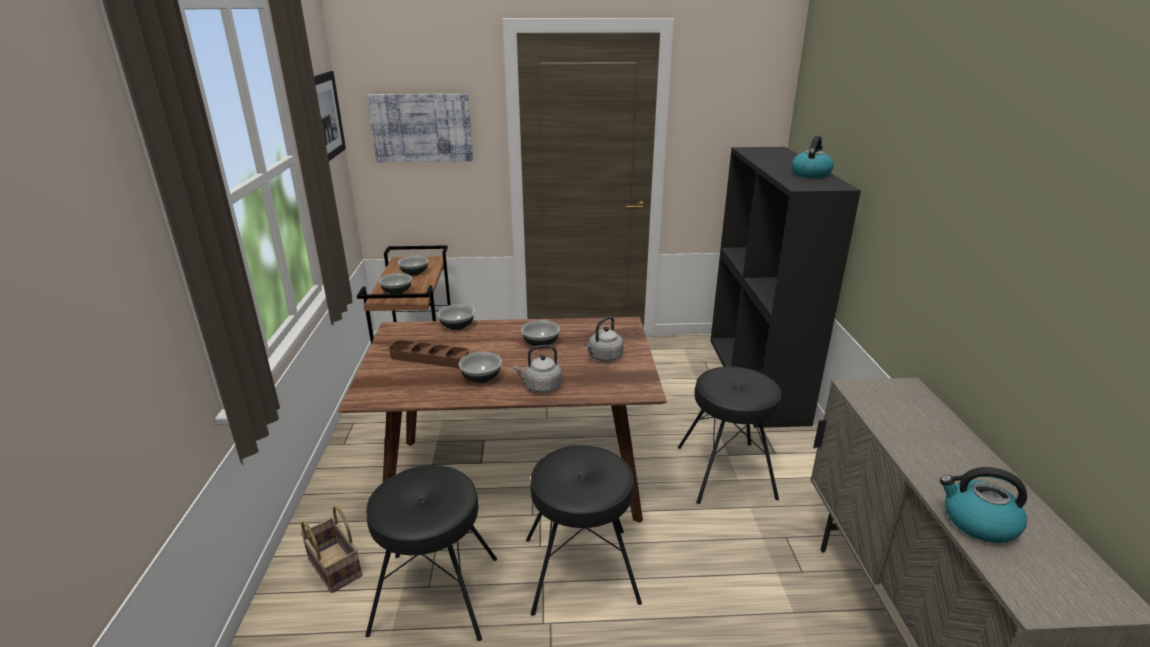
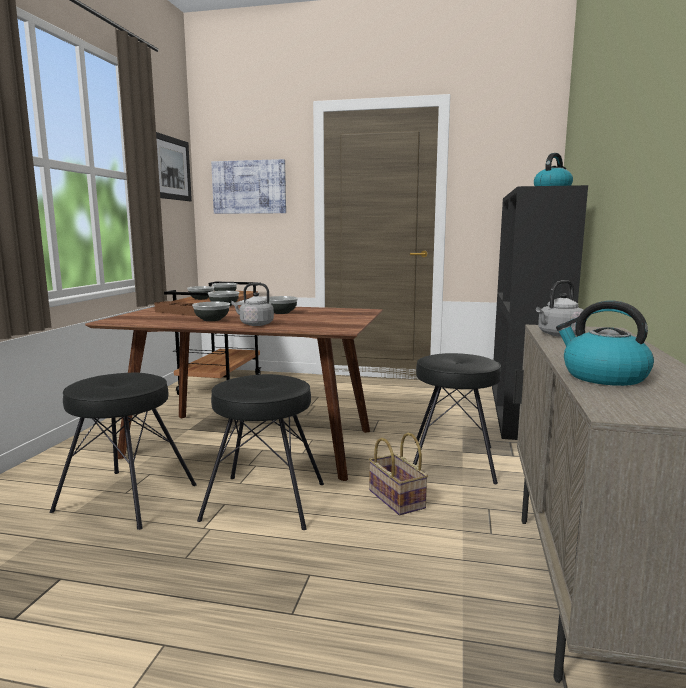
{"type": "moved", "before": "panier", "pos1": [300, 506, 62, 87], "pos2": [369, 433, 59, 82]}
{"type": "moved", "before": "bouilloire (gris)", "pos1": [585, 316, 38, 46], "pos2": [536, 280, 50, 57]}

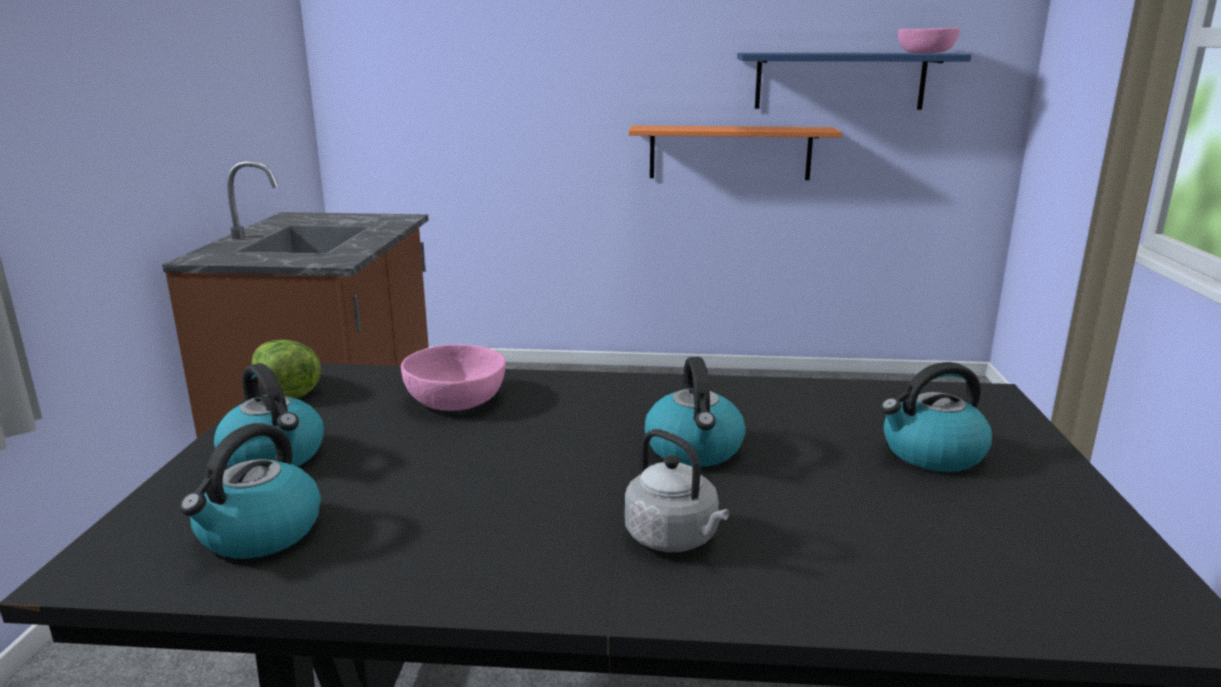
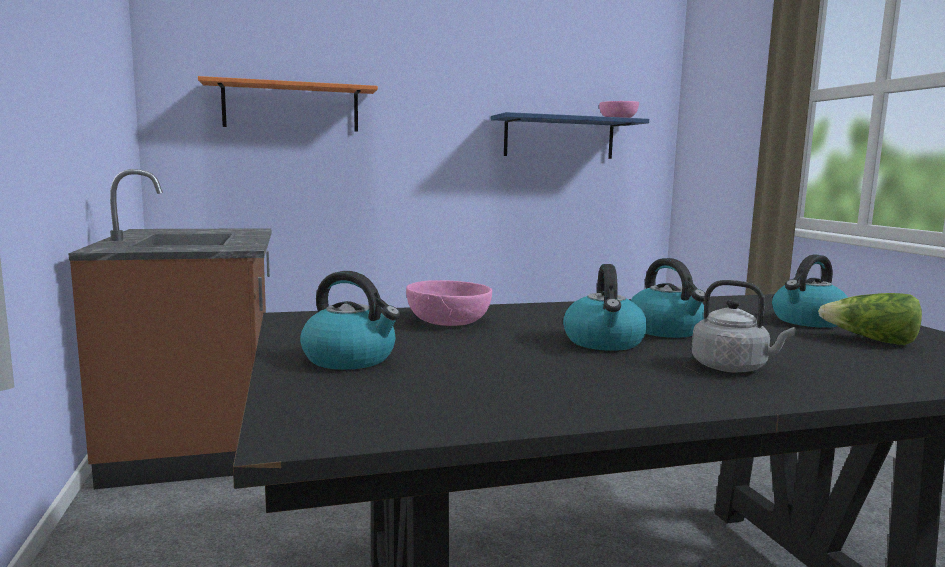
{"type": "moved", "before": "bouilloire", "pos1": [180, 423, 141, 136], "pos2": [563, 264, 85, 87]}
{"type": "moved", "before": "laitue", "pos1": [251, 340, 70, 59], "pos2": [818, 293, 104, 52]}
{"type": "moved", "before": "étagère (orange)", "pos1": [628, 126, 214, 54], "pos2": [198, 76, 180, 56]}

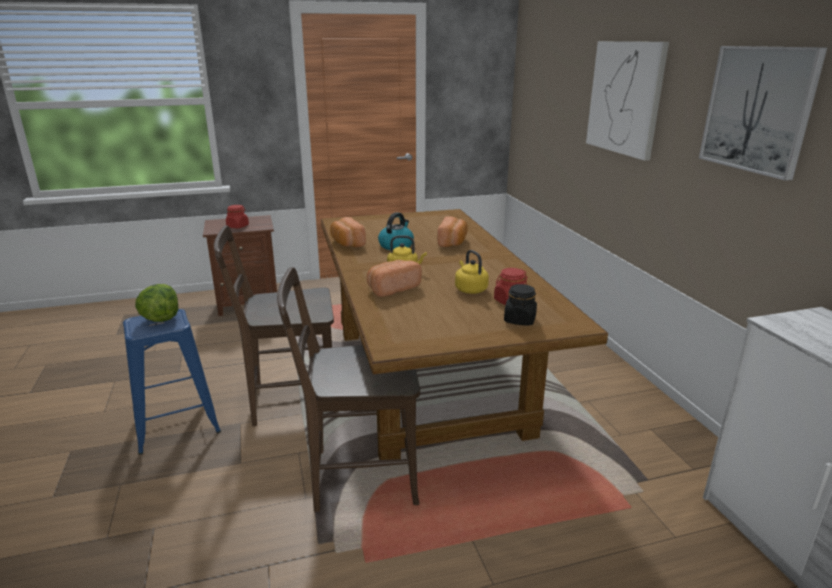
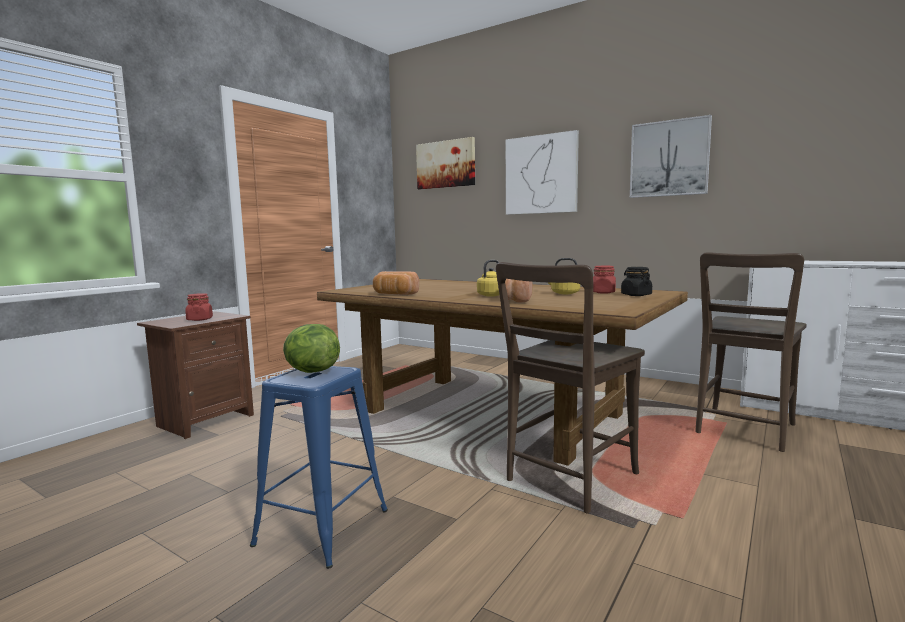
{"type": "removed", "before": "bouilloire", "pos1": [378, 212, 36, 38]}
{"type": "removed", "before": "pain", "pos1": [437, 216, 31, 31]}
{"type": "added", "after": "tableau", "pos2": [416, 137, 59, 52]}
{"type": "moved", "before": "chaise (marron)", "pos1": [214, 226, 124, 200], "pos2": [695, 252, 112, 200]}

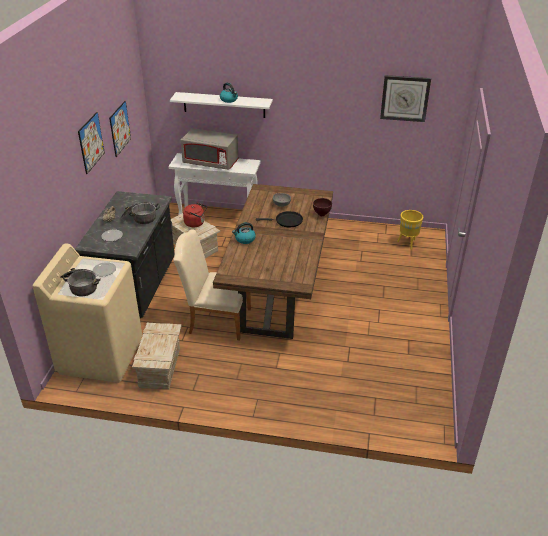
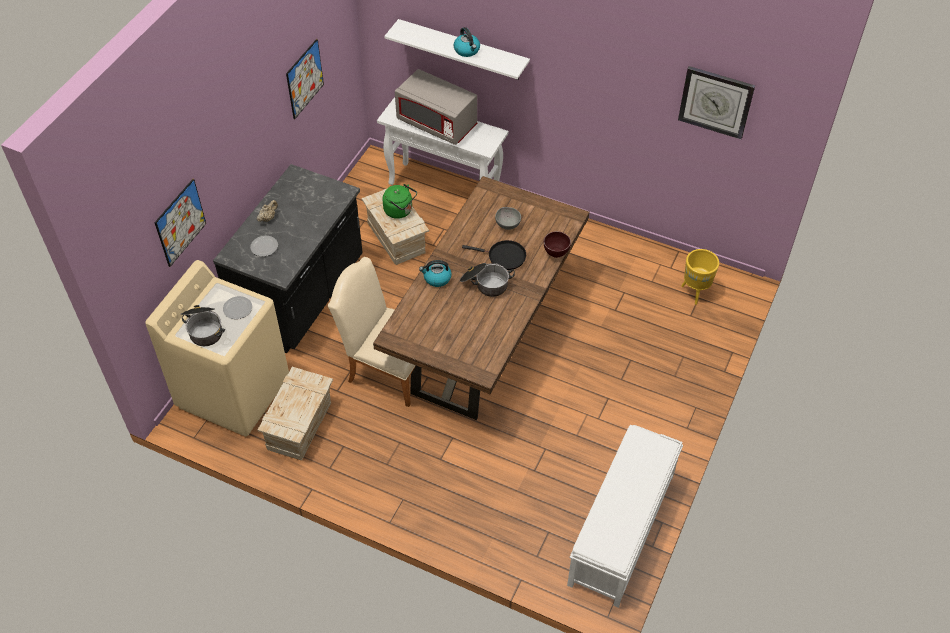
{"type": "added", "after": "banc (blanc)", "pos2": [567, 425, 116, 183]}
{"type": "moved", "before": "tableau", "pos1": [78, 112, 27, 62], "pos2": [154, 179, 52, 88]}
{"type": "moved", "before": "marmite", "pos1": [121, 202, 39, 22], "pos2": [460, 263, 55, 34]}
{"type": "recoloured", "before": "bouilloire (rouge)", "after": "bouilloire (vert)", "pos1": [183, 203, 24, 24], "pos2": [383, 184, 34, 35]}

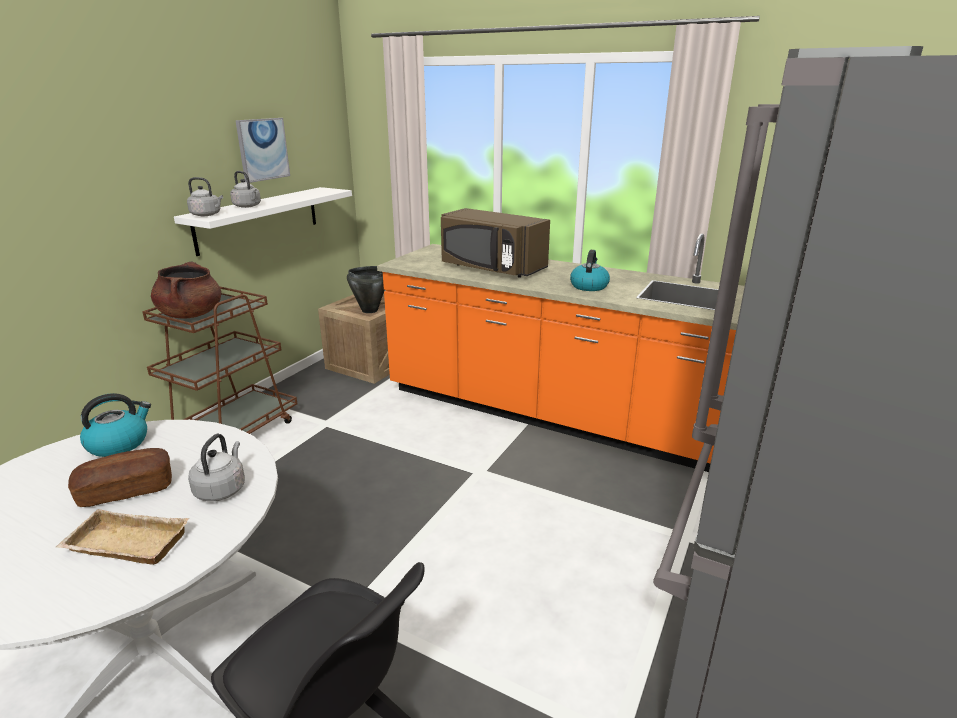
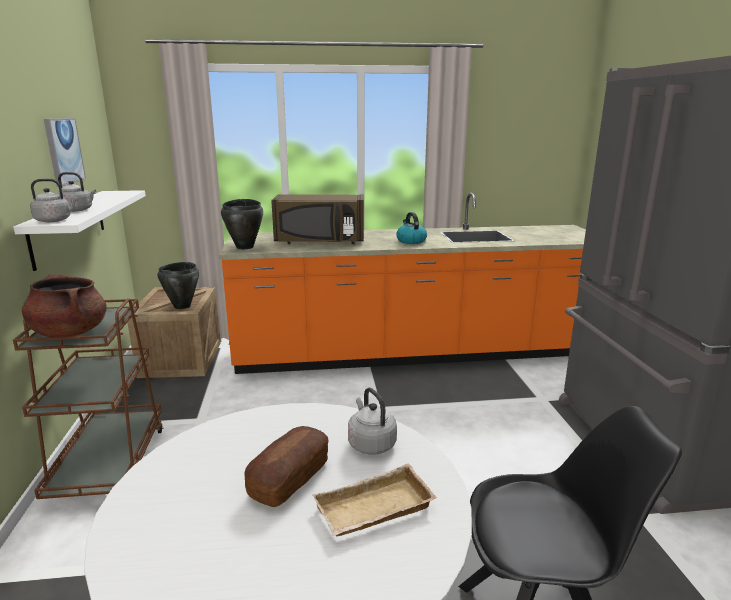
{"type": "removed", "before": "bouilloire", "pos1": [80, 393, 71, 64]}
{"type": "added", "after": "marmite (noir)", "pos2": [221, 199, 42, 50]}

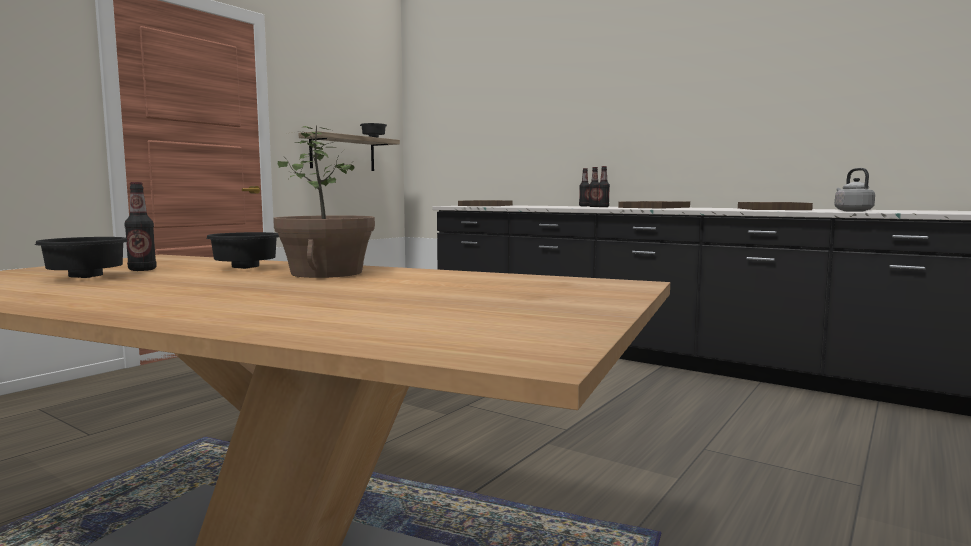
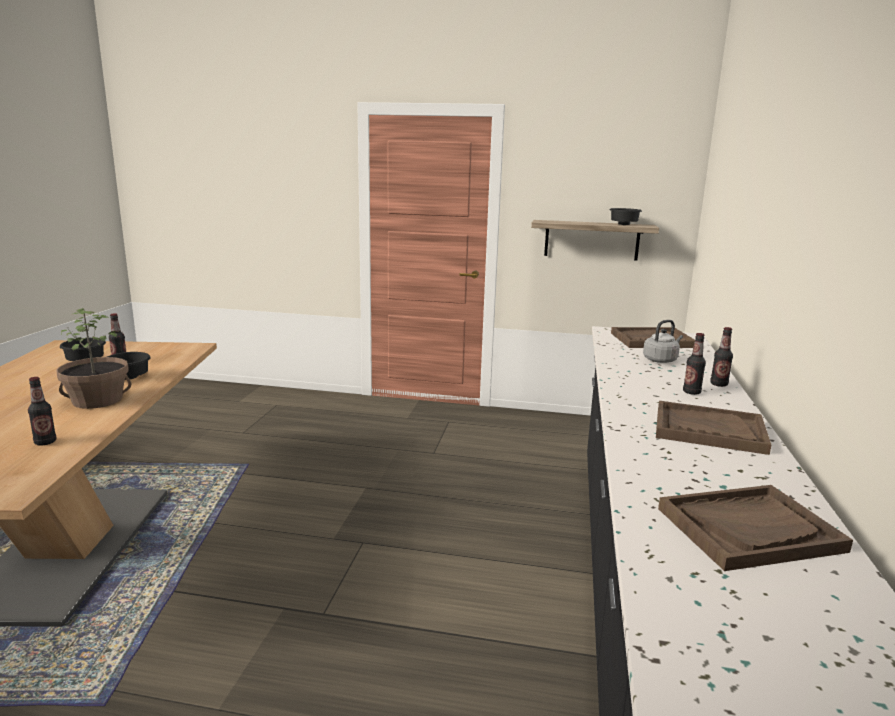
{"type": "moved", "before": "bouteille", "pos1": [597, 166, 13, 41], "pos2": [28, 377, 28, 69]}
{"type": "moved", "before": "bouilloire (gris)", "pos1": [834, 168, 41, 44], "pos2": [643, 320, 40, 43]}

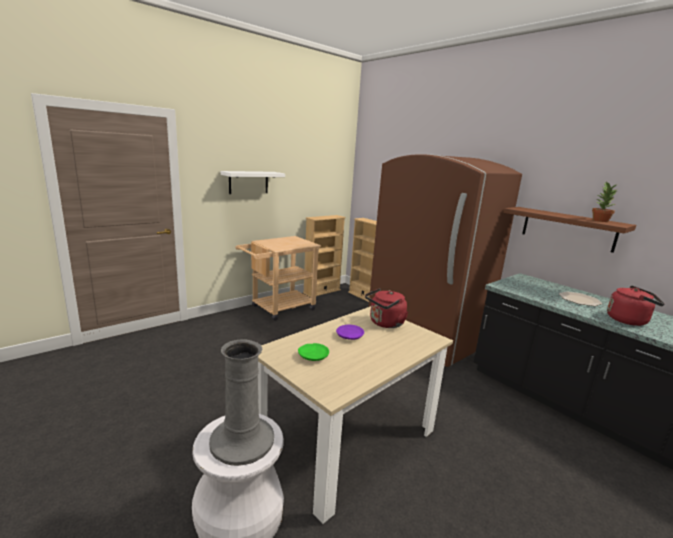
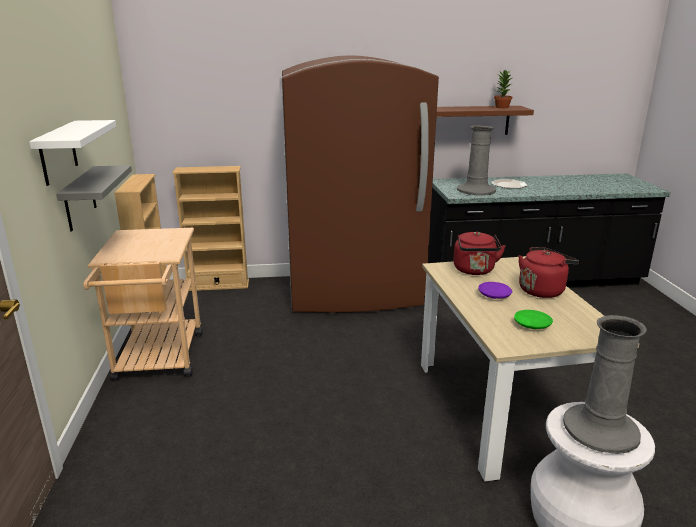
{"type": "added", "after": "étagère (gris)", "pos2": [56, 165, 76, 66]}
{"type": "added", "after": "vase (gris)", "pos2": [457, 125, 39, 71]}
{"type": "moved", "before": "bouilloire (rouge)", "pos1": [607, 285, 58, 41], "pos2": [519, 247, 60, 51]}

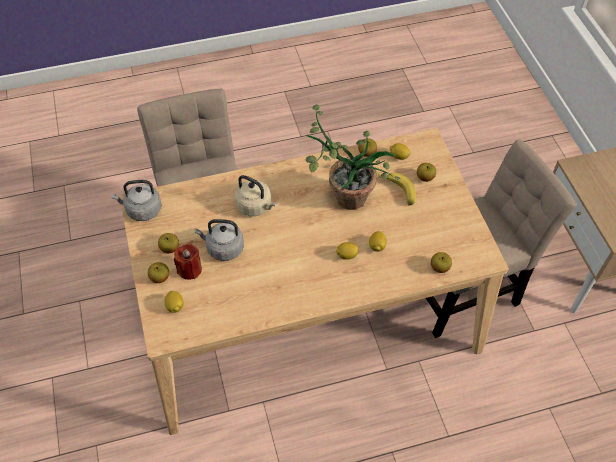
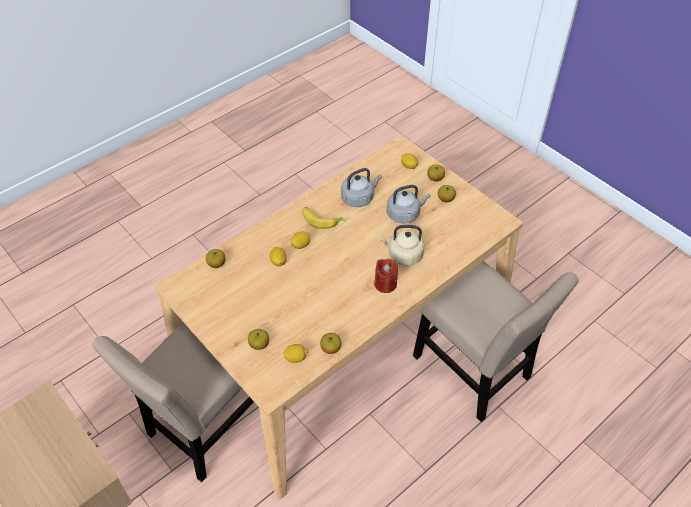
{"type": "removed", "before": "plante en pot", "pos1": [306, 105, 95, 105]}
{"type": "moved", "before": "bouilloire (gris)", "pos1": [111, 180, 51, 41], "pos2": [341, 168, 41, 39]}
{"type": "moved", "before": "bougie (rouge)", "pos1": [174, 243, 28, 37], "pos2": [374, 259, 24, 34]}
{"type": "moved", "before": "banane", "pos1": [377, 172, 39, 33], "pos2": [302, 207, 45, 22]}

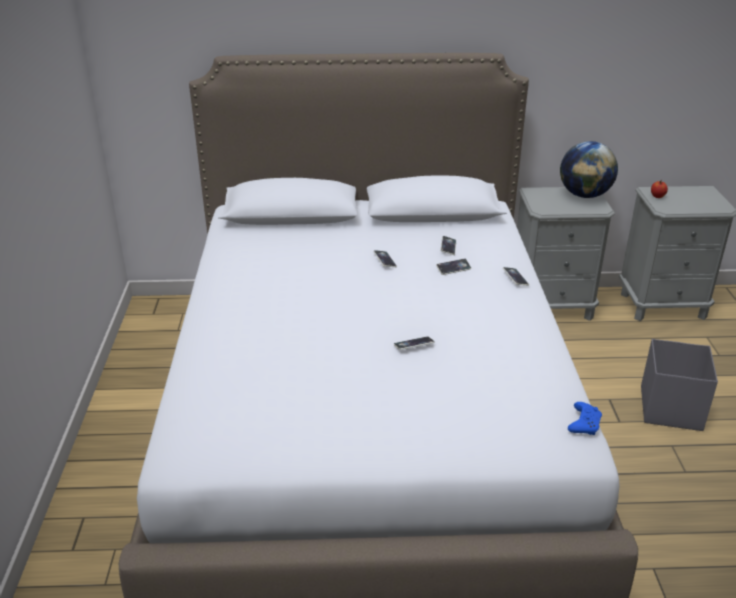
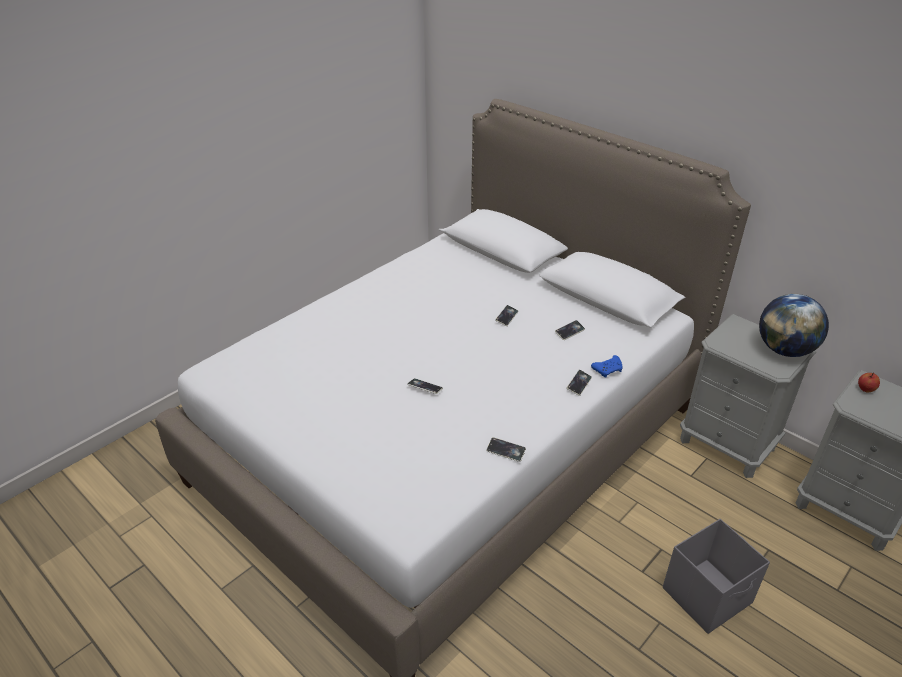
{"type": "moved", "before": "téléphone", "pos1": [436, 259, 35, 16], "pos2": [486, 437, 40, 25]}
{"type": "moved", "before": "manette (bleu)", "pos1": [568, 402, 34, 33], "pos2": [591, 355, 32, 23]}

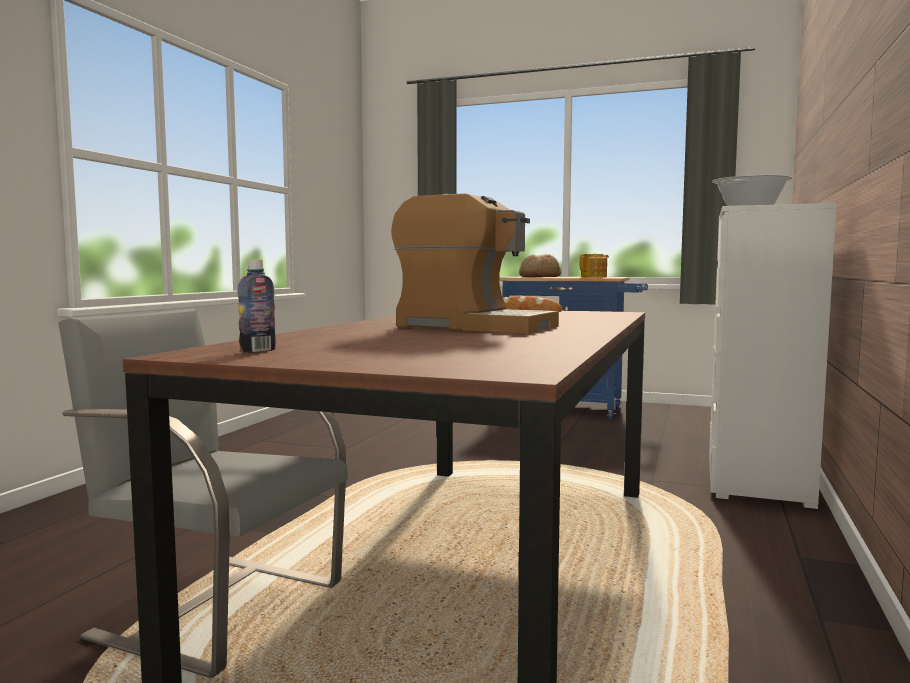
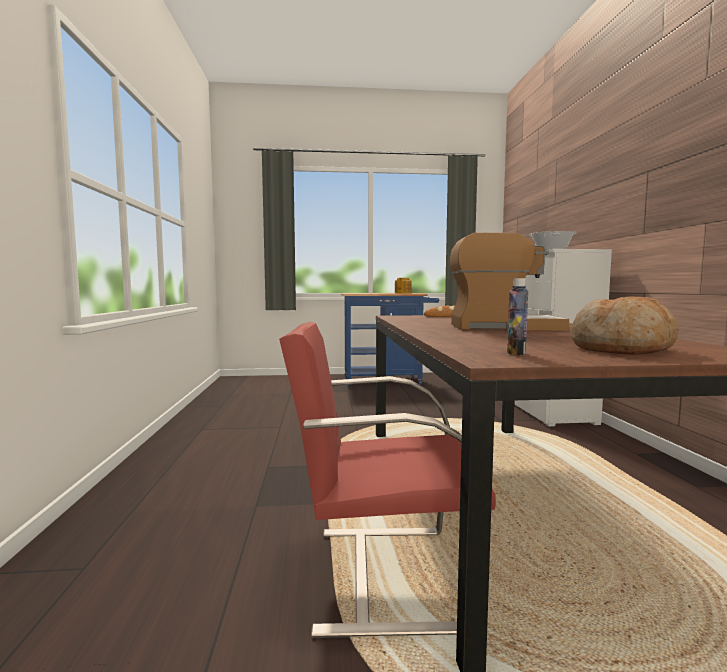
{"type": "moved", "before": "pain", "pos1": [519, 254, 42, 23], "pos2": [571, 296, 107, 59]}
{"type": "recoloured", "before": "chaise (gris)", "after": "chaise (rouge)", "pos1": [58, 309, 290, 369], "pos2": [279, 322, 217, 316]}

